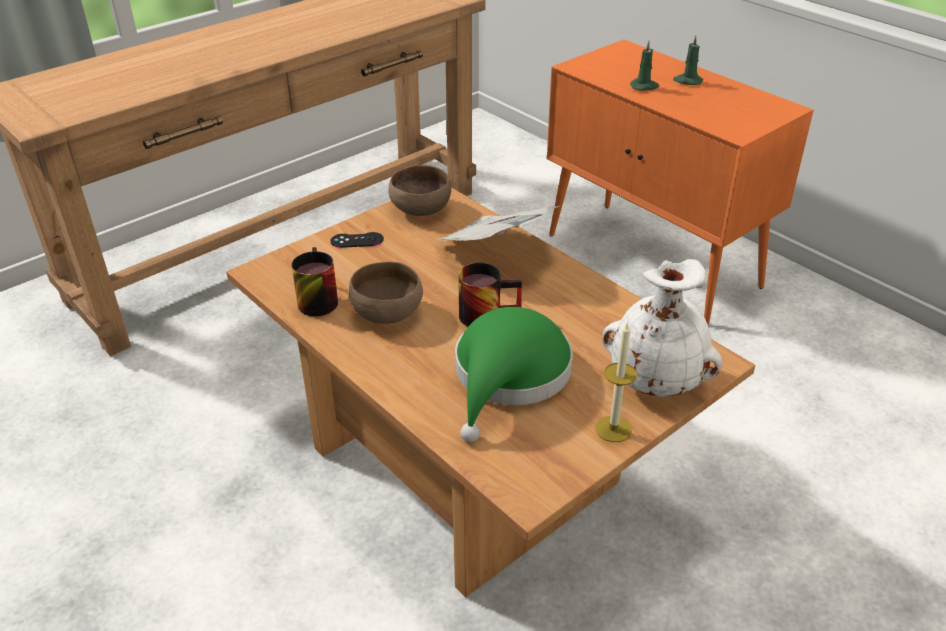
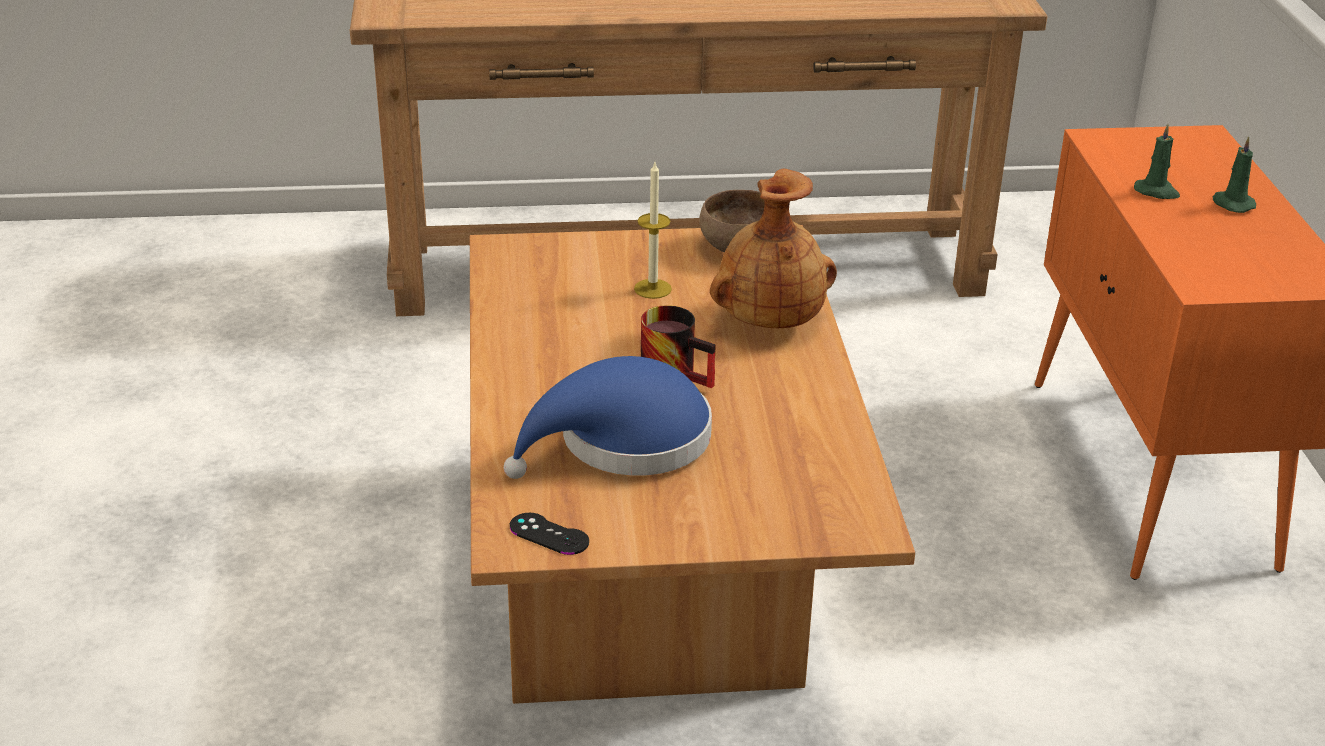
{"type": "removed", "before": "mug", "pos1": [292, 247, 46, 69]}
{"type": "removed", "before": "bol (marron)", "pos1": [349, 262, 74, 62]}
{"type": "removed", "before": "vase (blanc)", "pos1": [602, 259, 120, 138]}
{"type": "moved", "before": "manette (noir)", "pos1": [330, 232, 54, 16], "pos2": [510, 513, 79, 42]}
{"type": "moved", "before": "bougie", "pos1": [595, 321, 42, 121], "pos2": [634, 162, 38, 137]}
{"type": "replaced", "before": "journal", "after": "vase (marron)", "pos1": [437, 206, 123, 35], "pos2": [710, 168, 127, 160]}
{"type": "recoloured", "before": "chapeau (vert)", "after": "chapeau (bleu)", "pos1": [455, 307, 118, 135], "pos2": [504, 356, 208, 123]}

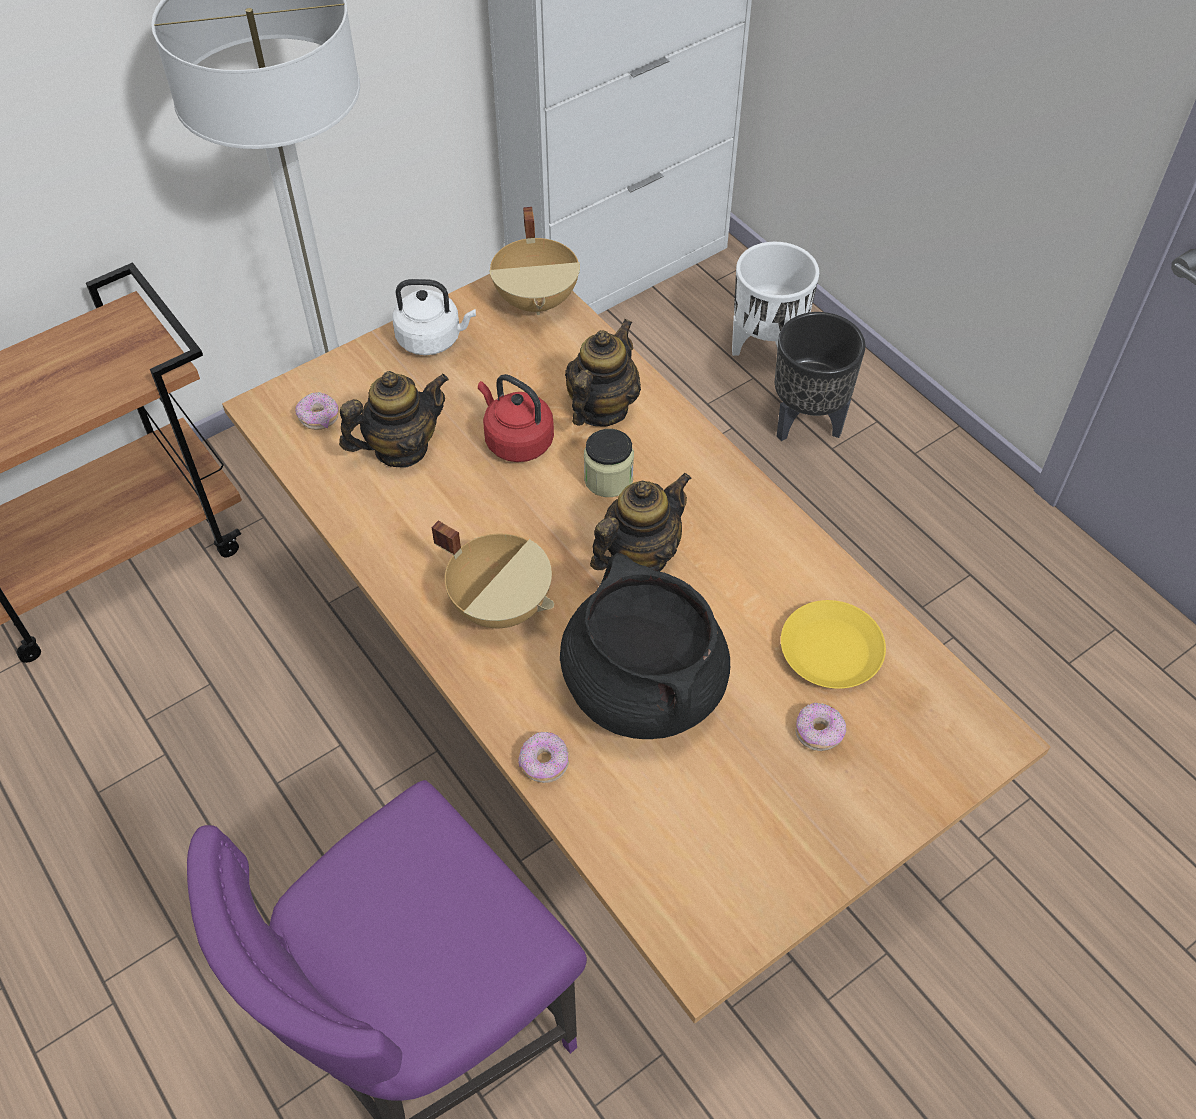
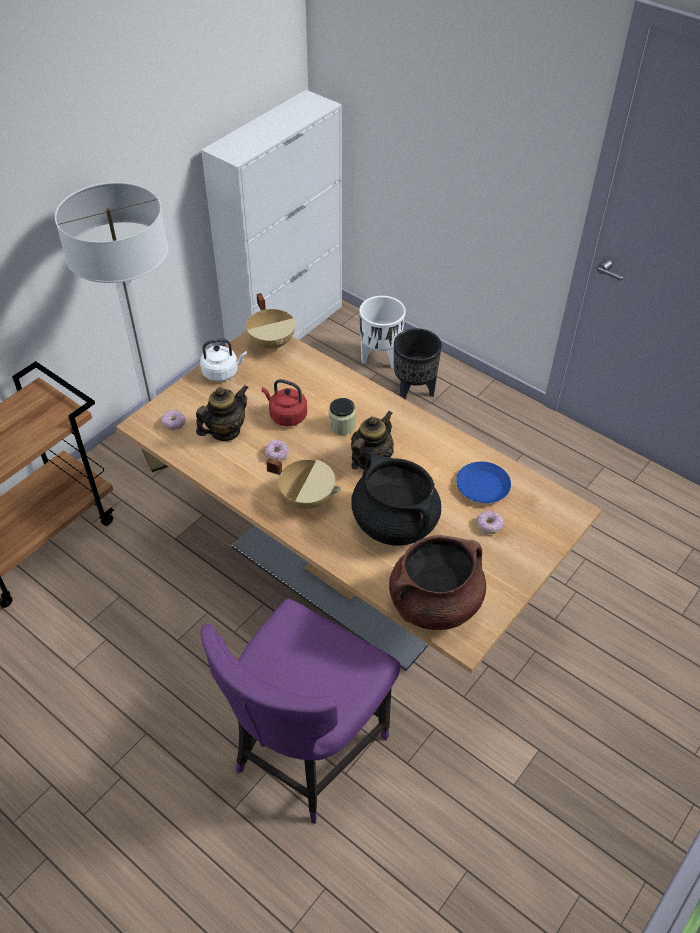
{"type": "removed", "before": "théière", "pos1": [565, 319, 76, 108]}
{"type": "added", "after": "marmite (marron)", "pos2": [389, 535, 97, 95]}
{"type": "moved", "before": "beignet", "pos1": [518, 732, 51, 51], "pos2": [265, 439, 24, 22]}
{"type": "recoloured", "before": "assiette (jaune)", "after": "assiette (bleu)", "pos1": [781, 600, 105, 89], "pos2": [456, 462, 55, 41]}

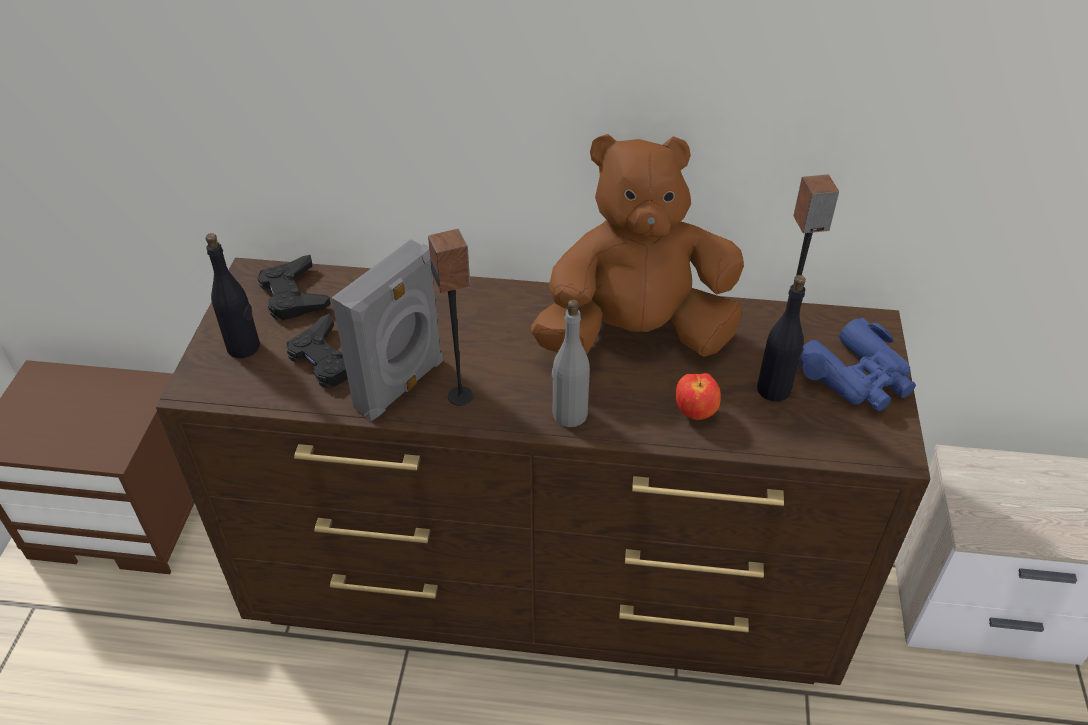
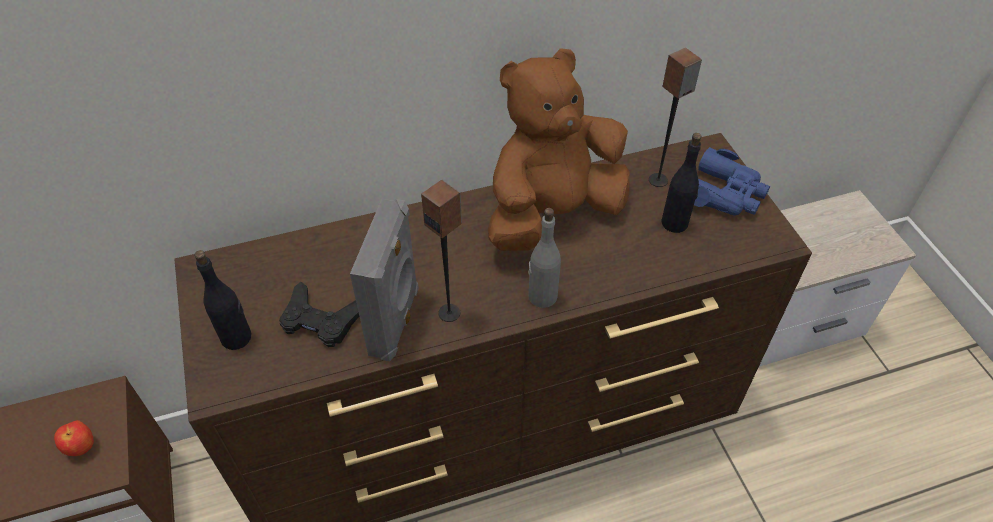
{"type": "removed", "before": "manette (noir)", "pos1": [257, 255, 74, 65]}
{"type": "moved", "before": "pomme", "pos1": [675, 373, 46, 47], "pos2": [54, 420, 40, 36]}

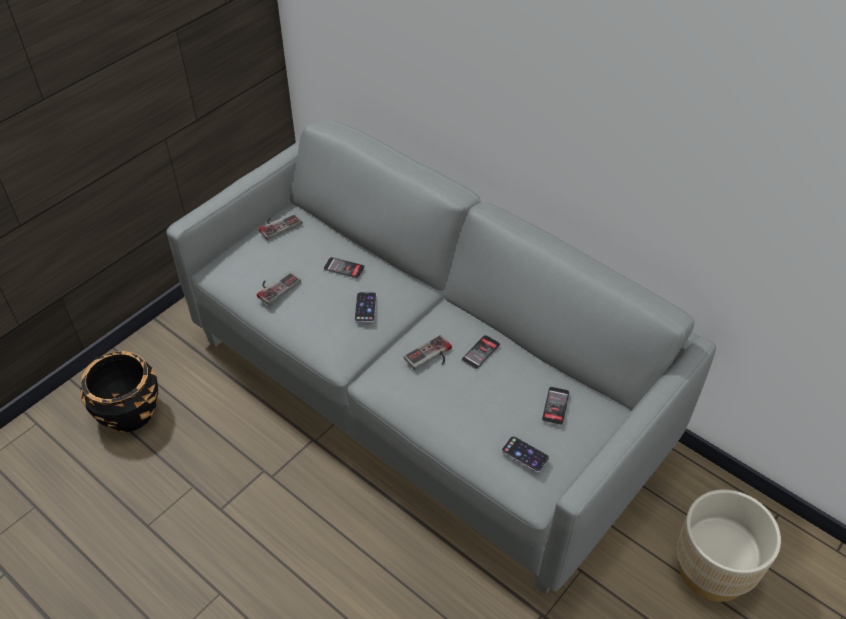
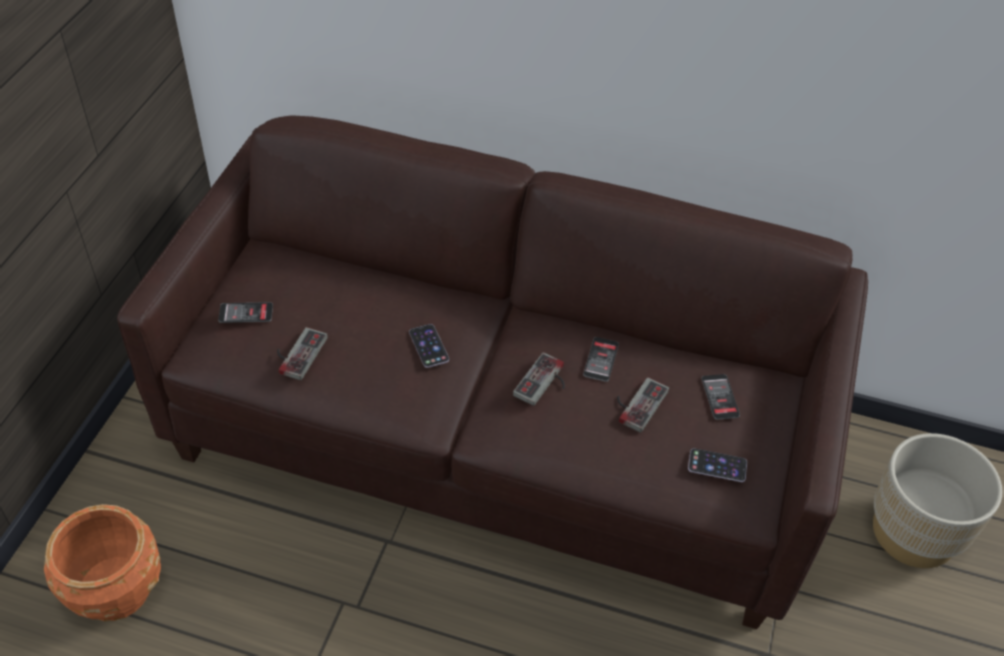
{"type": "moved", "before": "manette", "pos1": [259, 212, 43, 28], "pos2": [617, 377, 52, 56]}
{"type": "moved", "before": "téléphone", "pos1": [324, 257, 41, 21], "pos2": [218, 302, 55, 21]}
{"type": "recoloured", "before": "cache-pot (noir)", "after": "cache-pot (orange)", "pos1": [80, 351, 78, 81], "pos2": [44, 504, 117, 117]}
{"type": "recoloured", "before": "canapé (gris)", "after": "canapé (marron)", "pos1": [167, 121, 549, 474], "pos2": [117, 115, 751, 514]}

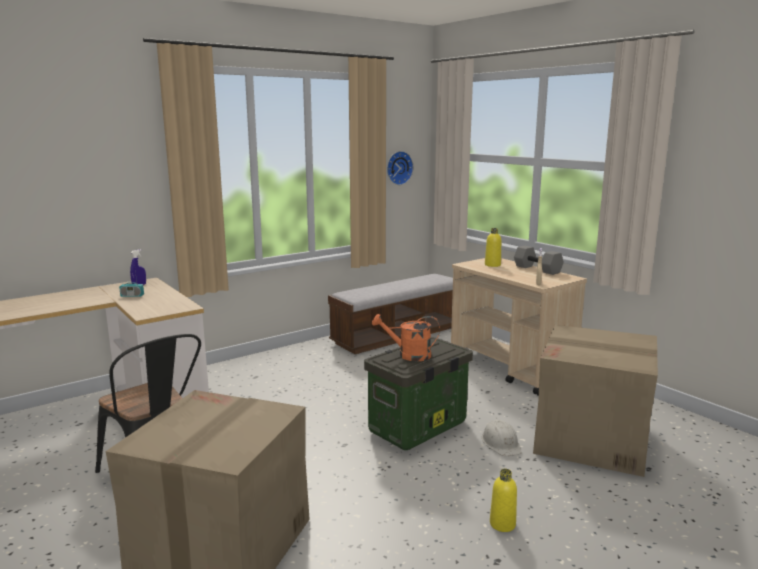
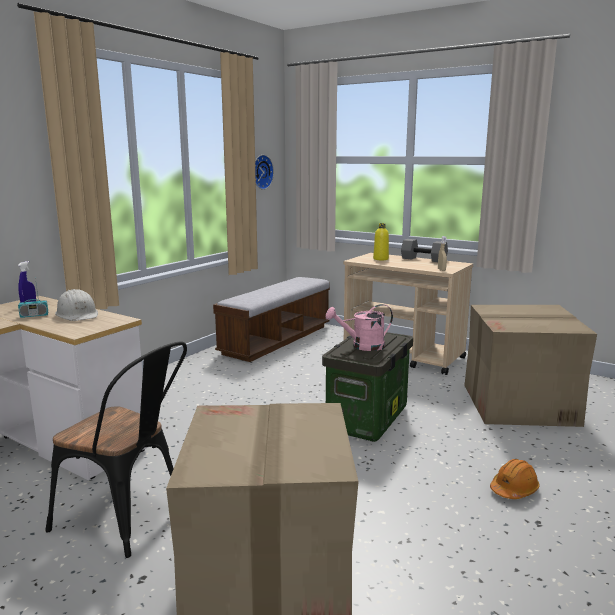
{"type": "moved", "before": "casque de chantier (blanc)", "pos1": [481, 420, 41, 36], "pos2": [55, 289, 43, 32]}
{"type": "replaced", "before": "bouteille (jaune)", "after": "casque de chantier (orange)", "pos1": [490, 469, 27, 63], "pos2": [490, 459, 50, 40]}
{"type": "recoloured", "before": "arrosoir (orange)", "after": "arrosoir (rose)", "pos1": [372, 314, 68, 47], "pos2": [326, 304, 67, 47]}

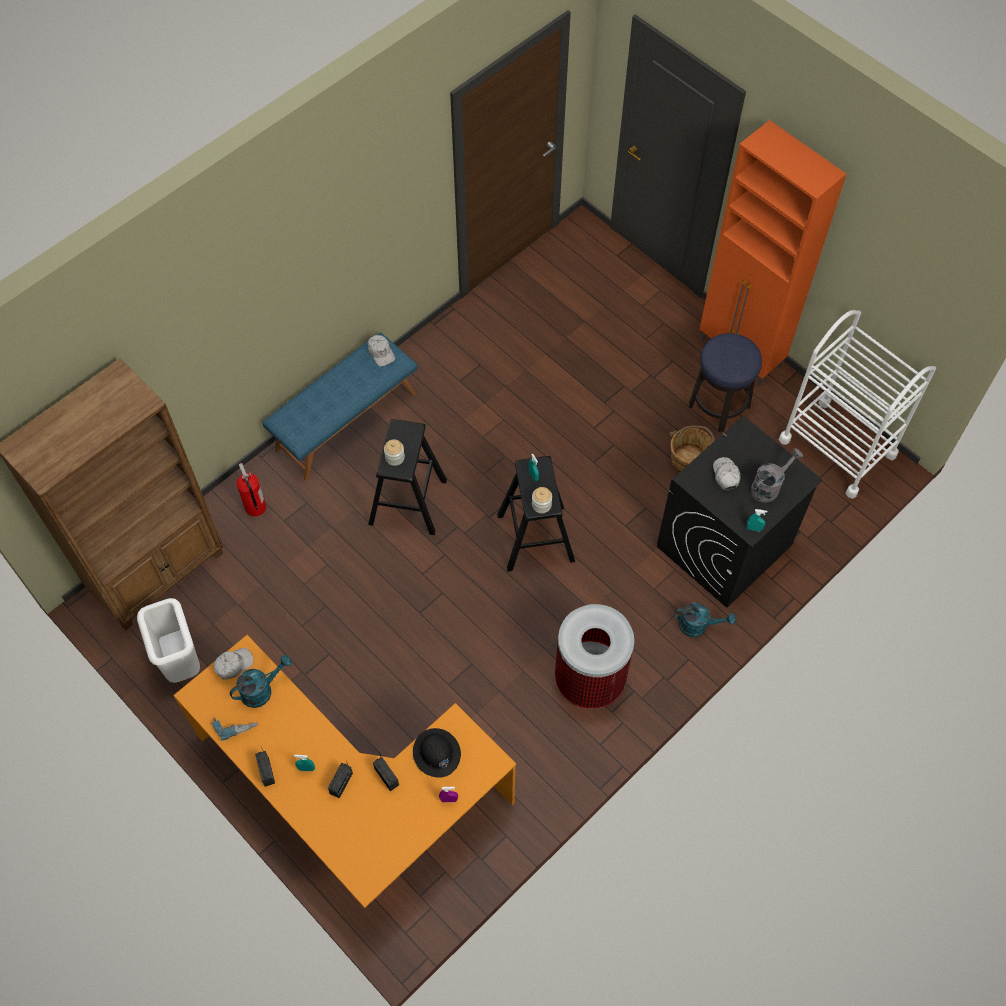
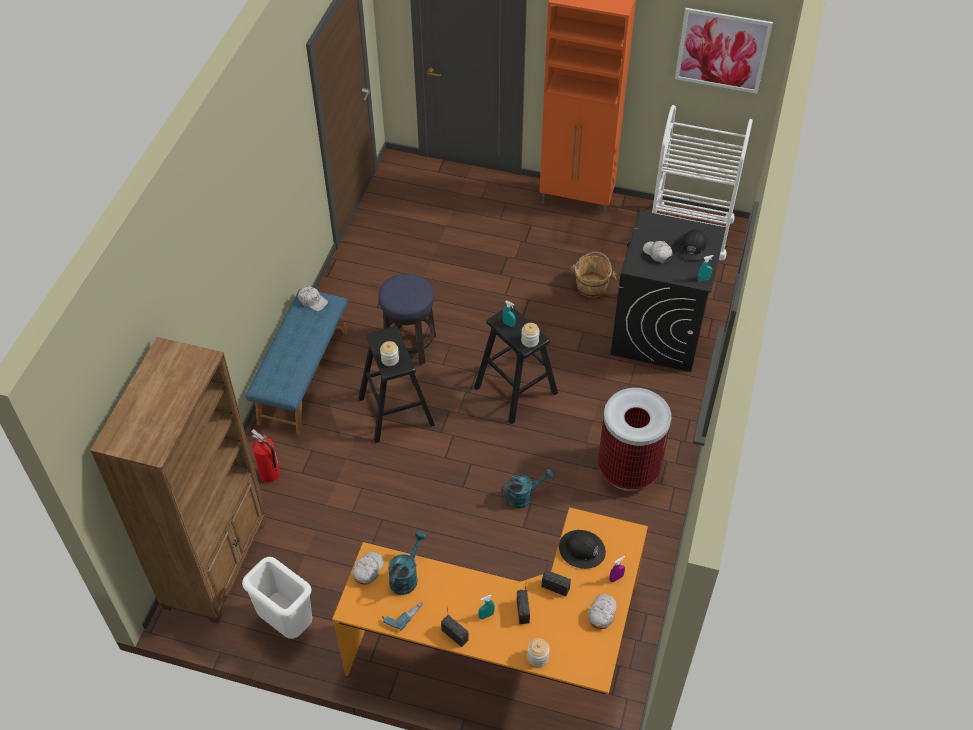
{"type": "added", "after": "bocal", "pos2": [527, 638, 23, 29]}
{"type": "added", "after": "casquette (blanc)", "pos2": [588, 594, 29, 35]}
{"type": "added", "after": "tableau", "pos2": [675, 8, 98, 86]}
{"type": "moved", "before": "arrosoir (turquoise)", "pos1": [675, 603, 61, 34], "pos2": [501, 469, 53, 40]}
{"type": "moved", "before": "tabouret", "pos1": [689, 333, 73, 99], "pos2": [378, 274, 58, 91]}
{"type": "replaced", "before": "arrosoir (gris)", "after": "casque de chantier (noir)", "pos1": [751, 448, 52, 54], "pos2": [675, 230, 37, 31]}

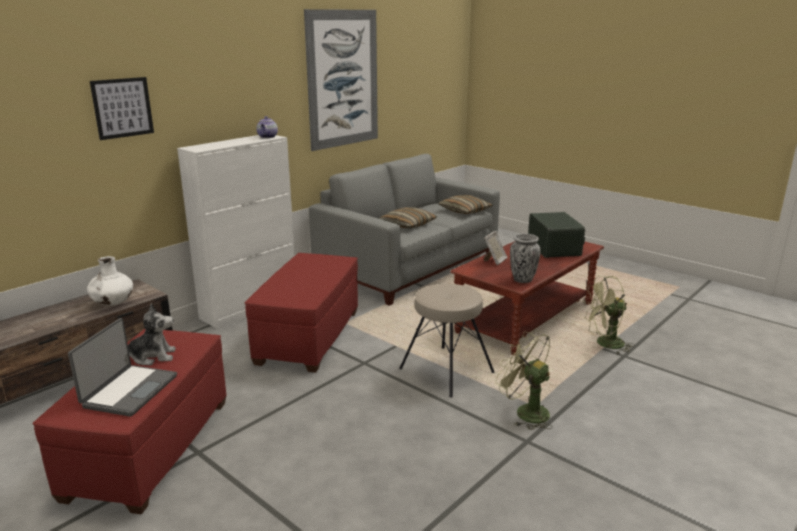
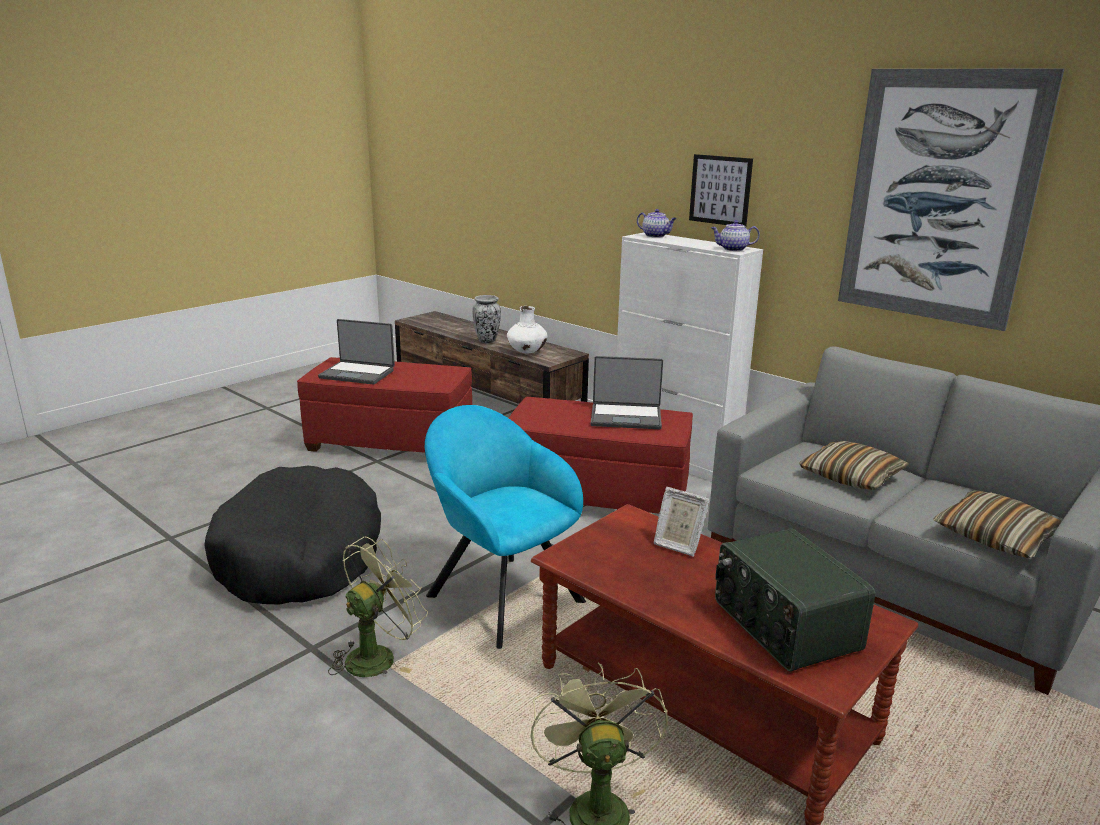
{"type": "removed", "before": "peluche", "pos1": [128, 303, 48, 63]}
{"type": "added", "after": "panier pour chien (noir)", "pos2": [204, 466, 177, 139]}
{"type": "added", "after": "ordinateur portable", "pos2": [591, 356, 72, 73]}
{"type": "added", "after": "théière", "pos2": [637, 209, 40, 29]}
{"type": "moved", "before": "tableau", "pos1": [90, 77, 64, 63], "pos2": [689, 154, 64, 73]}
{"type": "moved", "before": "vase", "pos1": [510, 234, 31, 49], "pos2": [472, 295, 29, 48]}
{"type": "replaced", "before": "tabouret (beige)", "after": "fauteuil (turquoise)", "pos1": [399, 284, 96, 114], "pos2": [425, 405, 161, 244]}
{"type": "turned", "before": "radio", "pos1": [528, 212, 58, 46], "pos2": [715, 528, 160, 144], "turn": 75}

